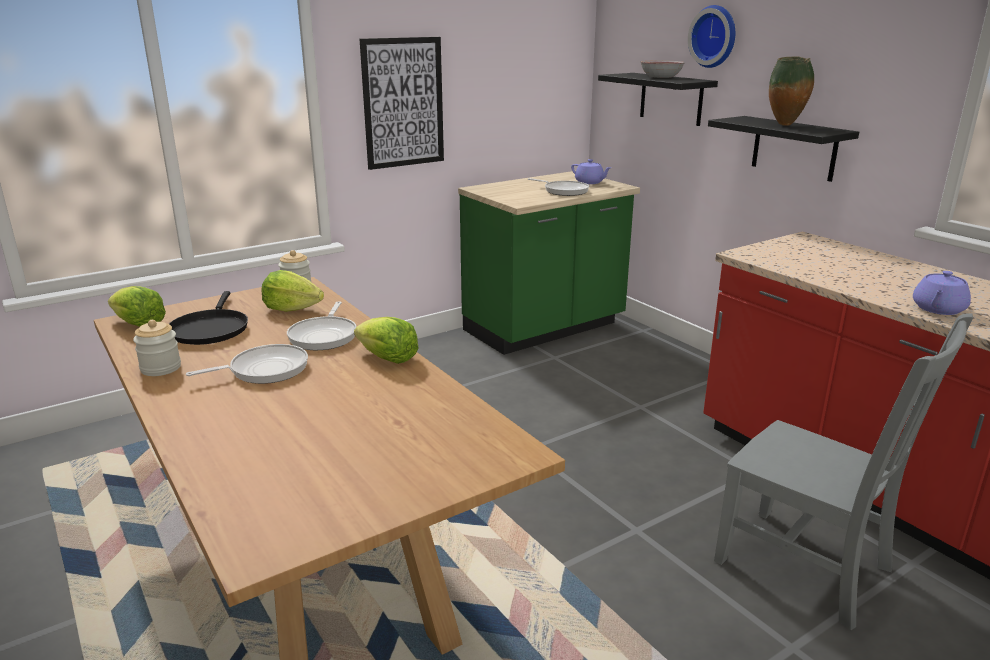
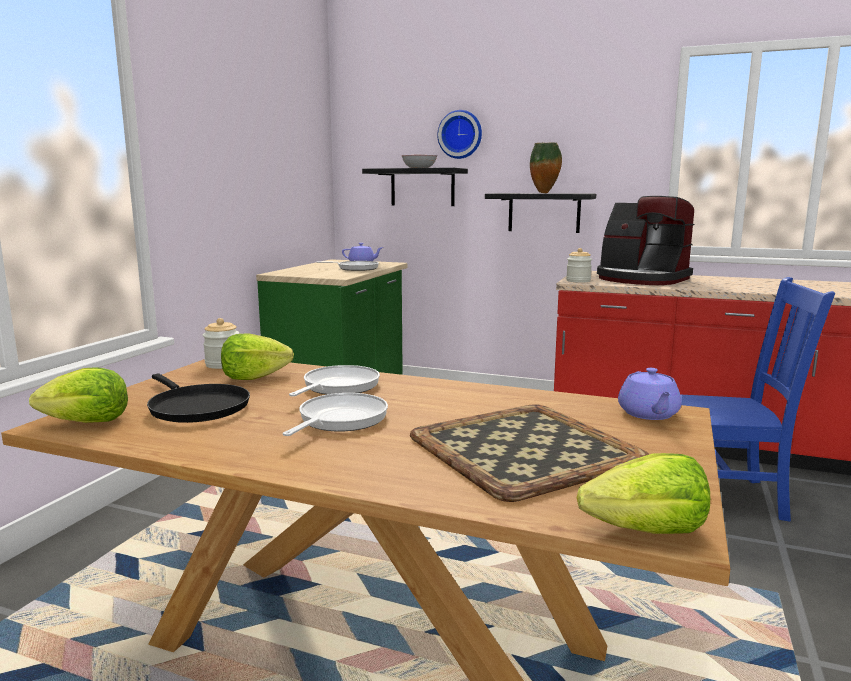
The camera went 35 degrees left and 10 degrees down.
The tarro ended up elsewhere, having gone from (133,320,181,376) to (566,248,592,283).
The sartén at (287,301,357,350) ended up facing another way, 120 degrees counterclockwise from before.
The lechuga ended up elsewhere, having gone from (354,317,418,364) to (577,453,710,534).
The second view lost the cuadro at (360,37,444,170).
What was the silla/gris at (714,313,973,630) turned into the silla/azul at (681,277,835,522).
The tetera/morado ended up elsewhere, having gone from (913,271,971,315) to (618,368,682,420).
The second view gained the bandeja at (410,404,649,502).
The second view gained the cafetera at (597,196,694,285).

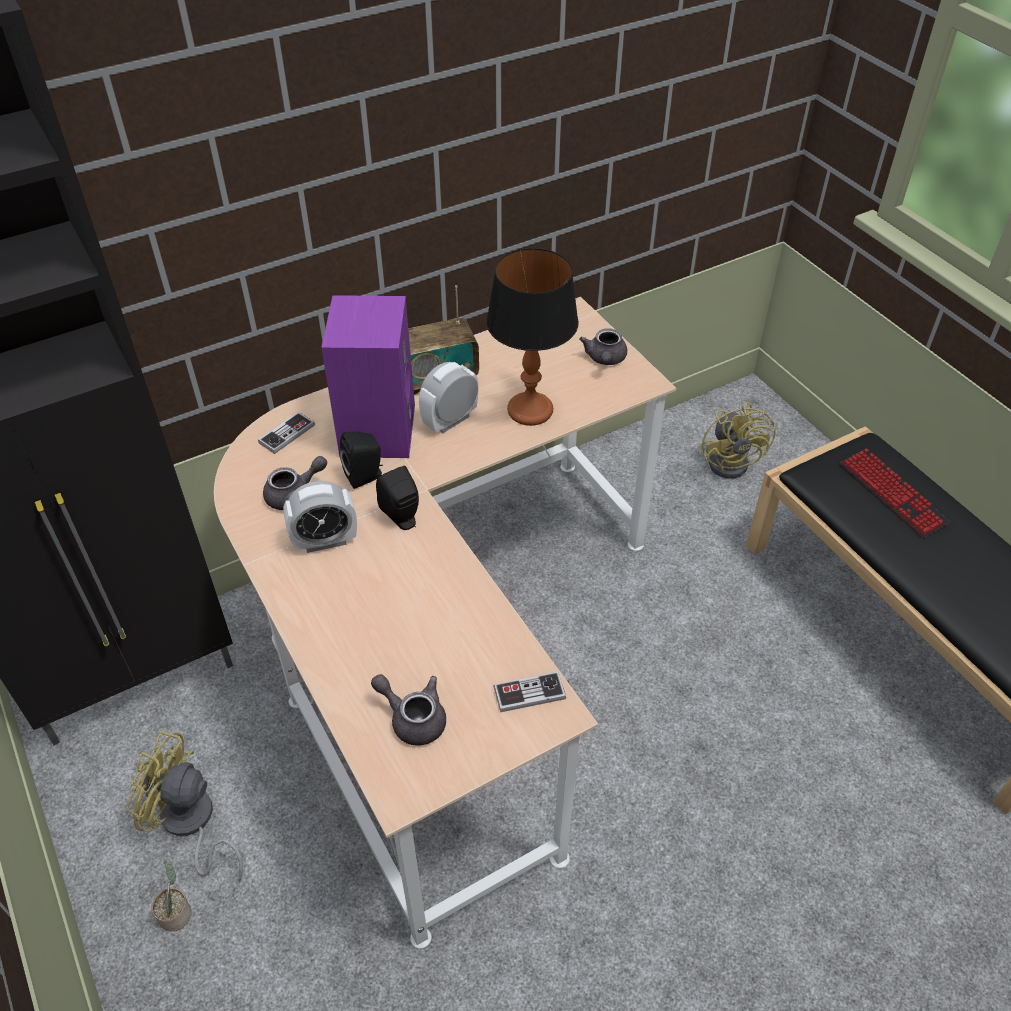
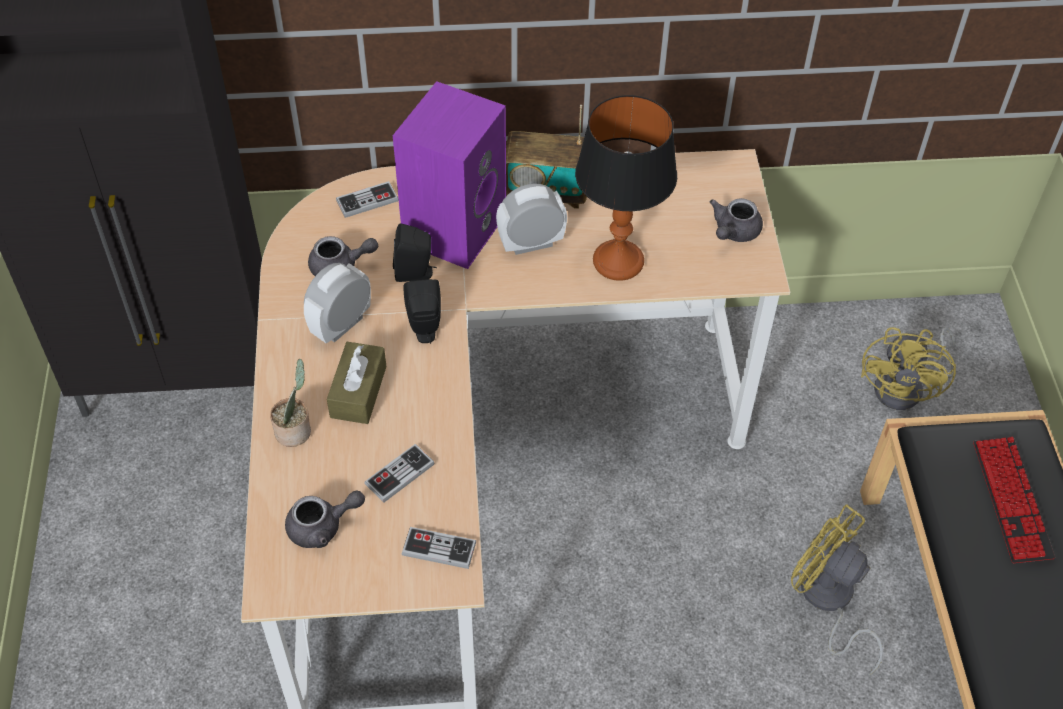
The camera went 25 degrees right and 5 degrees up.
The ventilador/amarillo ended up elsewhere, having gone from (127,731,243,881) to (791,504,883,675).
The planta en maceta ended up elsewhere, having gone from (152,859,192,932) to (270,359,311,447).
The despertador at (283,481,357,553) ended up facing another way, 120 degrees clockwise from before.
The tetera/gris at (371,674,446,746) ended up facing another way, 105 degrees clockwise from before.
The second view gained the caja de pañuelos/marrón at (327,342,386,424).
The second view gained the mando de consola at (365,444,434,502).

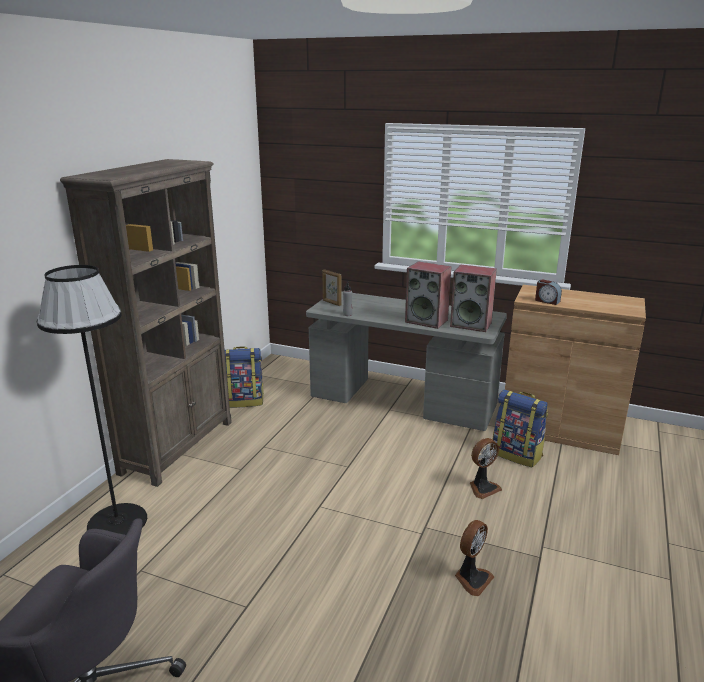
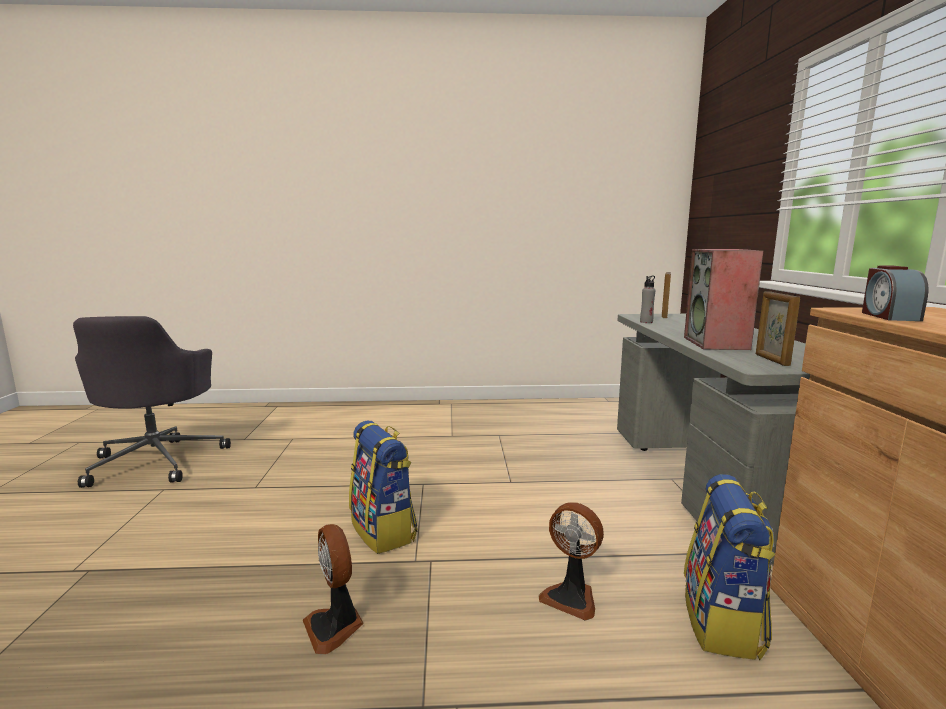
The camera went 65 degrees right and 10 degrees down.
The second view lost the lámpara de pie/negro at (37,265,147,535).
The second view lost the estantería/marrón at (60,159,232,487).
The mochila ended up elsewhere, having gone from (225,346,264,408) to (349,420,418,554).
Where the altavoz stood at (450,265,497,332), the portarretratos came to stand at (756,291,800,366).
The ventilador at (455,520,494,596) ended up facing another way, 45 degrees clockwise from before.

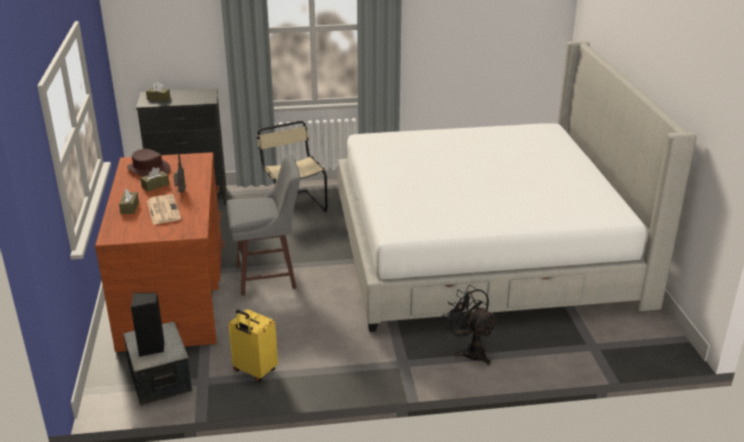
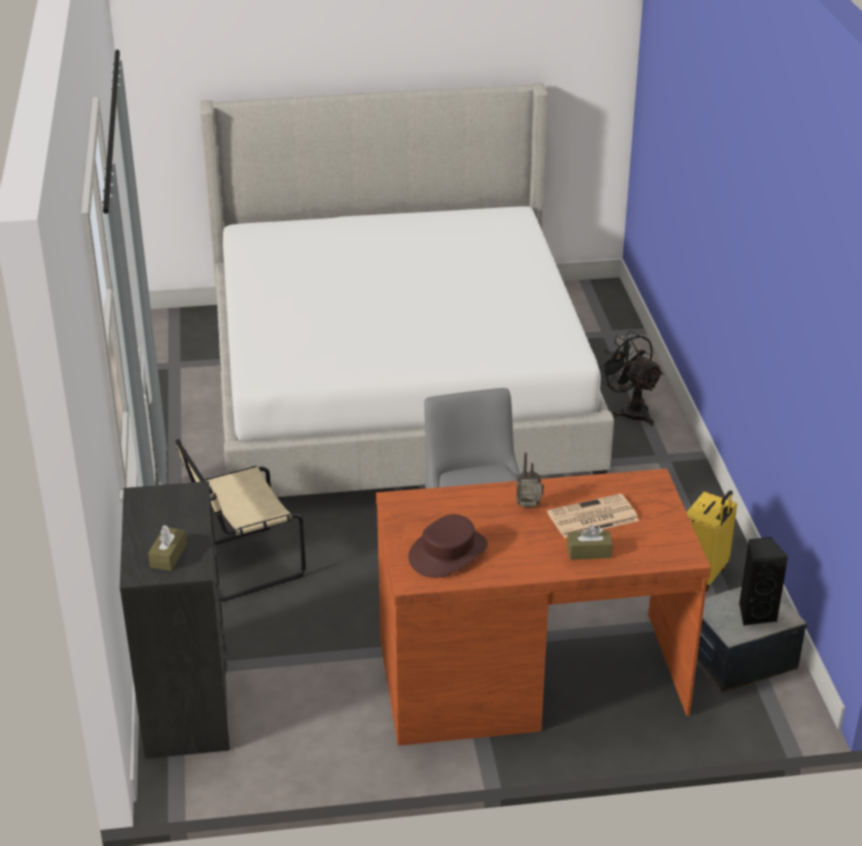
The camera went 90 degrees left and 5 degrees up.
The second view lost the caja de pañuelos/marrón at (140,167,169,191).
The ventilador/negro at (443,285,498,365) ended up facing another way, 90 degrees clockwise from before.

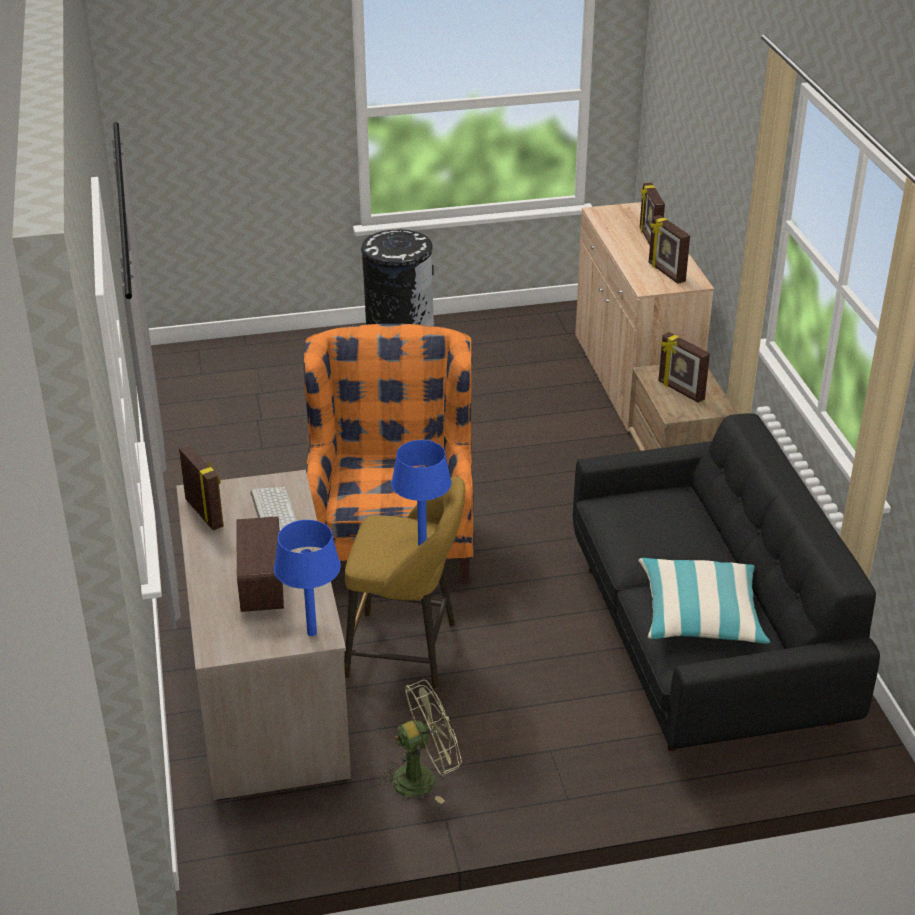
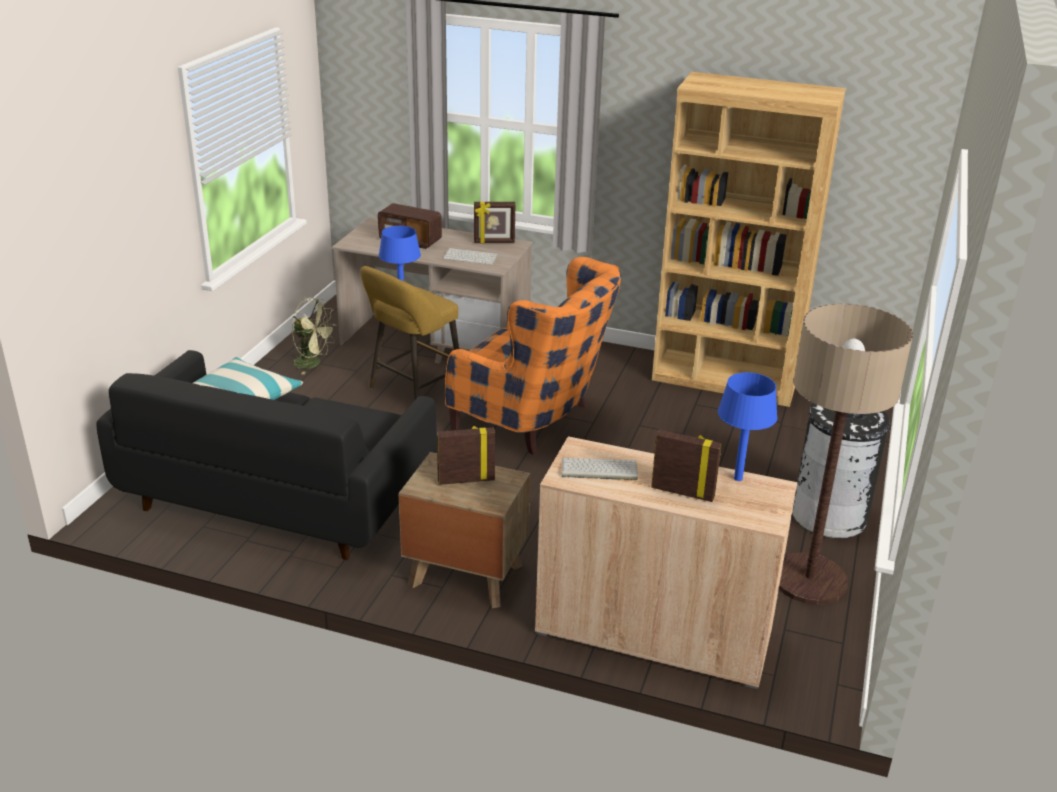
The camera went 120 degrees right and 5 degrees down.
The lámpara de mesa/azul ended up elsewhere, having gone from (274,520,341,636) to (718,372,778,481).
The ventilador/verde at (378,680,462,804) ended up facing another way, 75 degrees counterclockwise from before.
Where the portarretratos stood at (649,215,690,284), the teclado came to stand at (562,457,638,481).
The second view gained the estantería/marrón at (652,72,846,407).
The second view gained the lámpara de pie at (779,304,913,605).

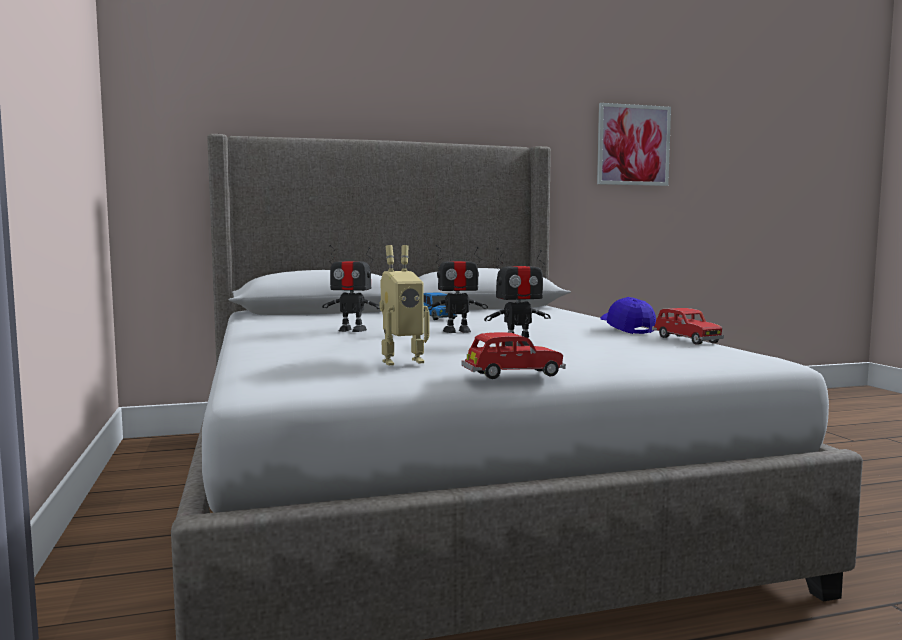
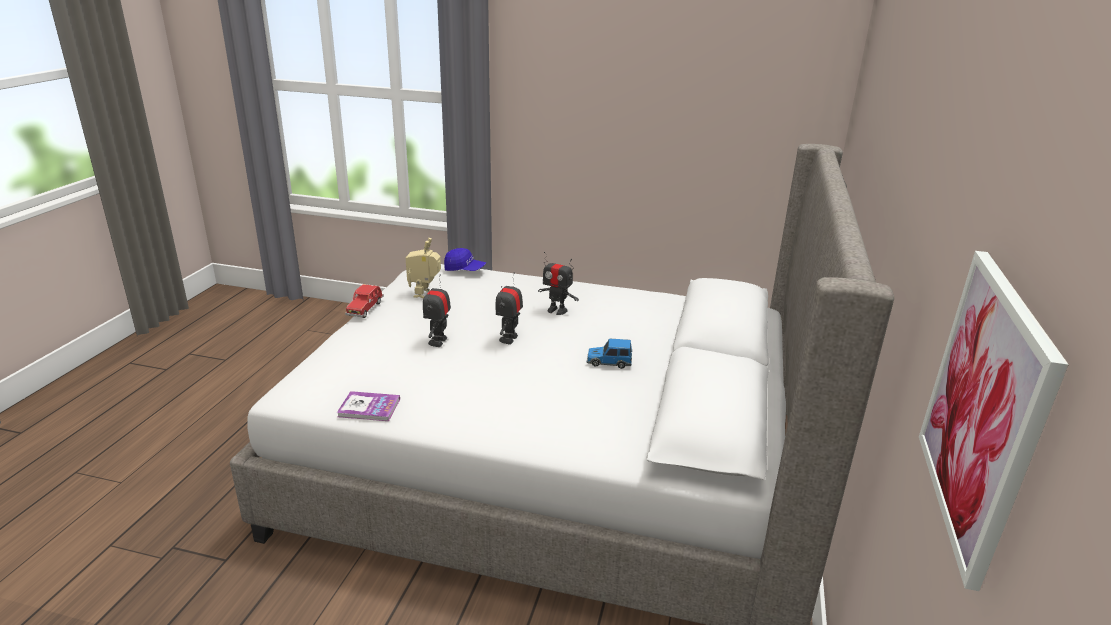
The camera went 120 degrees right and 20 degrees up.
The robot de juguete at (322,245,380,332) ended up facing another way, 105 degrees counterclockwise from before.
The gorra/azul ended up elsewhere, having gone from (600,297,656,334) to (444,248,486,271).
Where the coche de juguete/rojo stood at (652,308,724,345), the libro came to stand at (337,391,400,421).

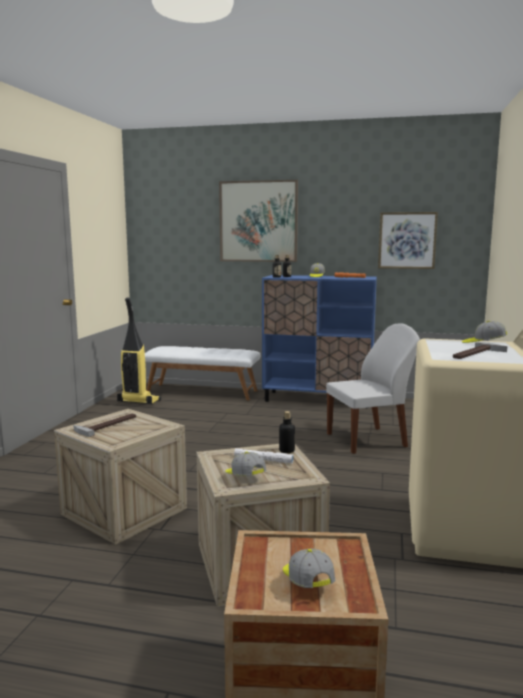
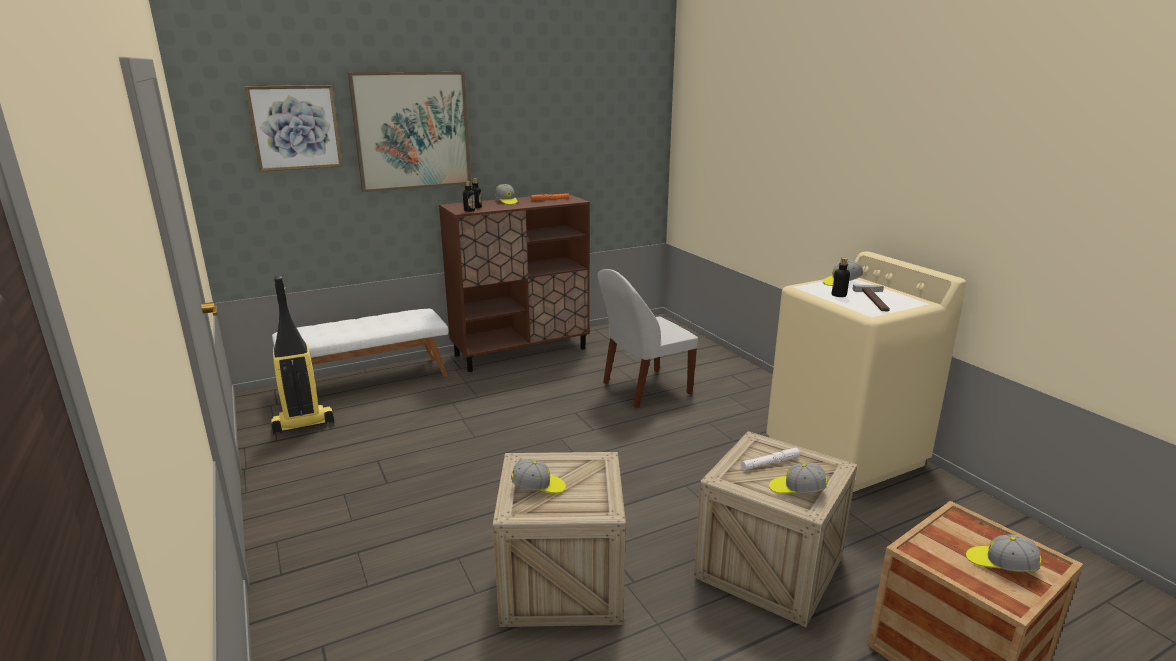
The camera went 40 degrees left and 10 degrees up.
Where the martillo stood at (73,413,136,437), the gorra came to stand at (511,459,566,493).
What was the armario/azul at (262,275,377,402) turned into the armario/marrón at (439,193,590,372).
The botella ended up elsewhere, having gone from (279,411,295,453) to (832,258,850,297).
The silla/blanco at (326,324,420,454) ended up facing another way, 150 degrees counterclockwise from before.
The cuadro ended up elsewhere, having gone from (378,212,438,269) to (245,85,343,172).

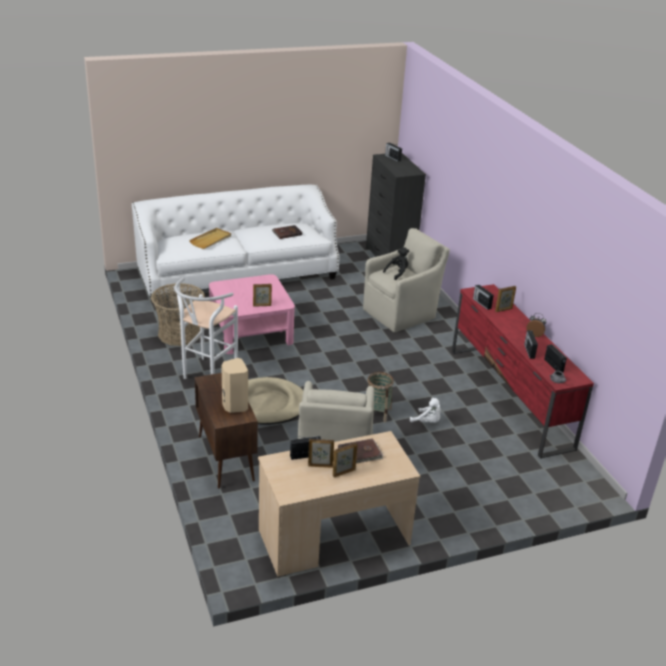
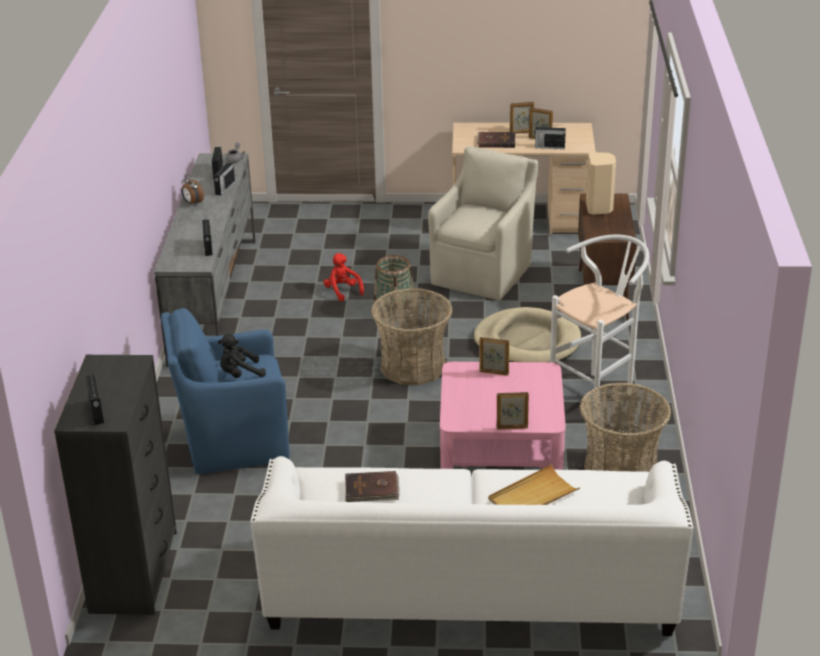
The camera went 155 degrees left and 0 degrees up.
What was the sillón/beis at (363,228,450,332) turned into the sillón/azul at (161,308,290,474).
What was the peluche/blanco at (410,398,441,423) turned into the peluche/rojo at (323,253,364,301).
What was the mueble de televisión/rojo at (452,284,594,459) turned into the mueble de televisión/gris at (154,154,256,367).
The portarretratos ended up elsewhere, having gone from (495,286,516,312) to (497,392,529,429).
The second view gained the cesta at (371,288,453,385).

